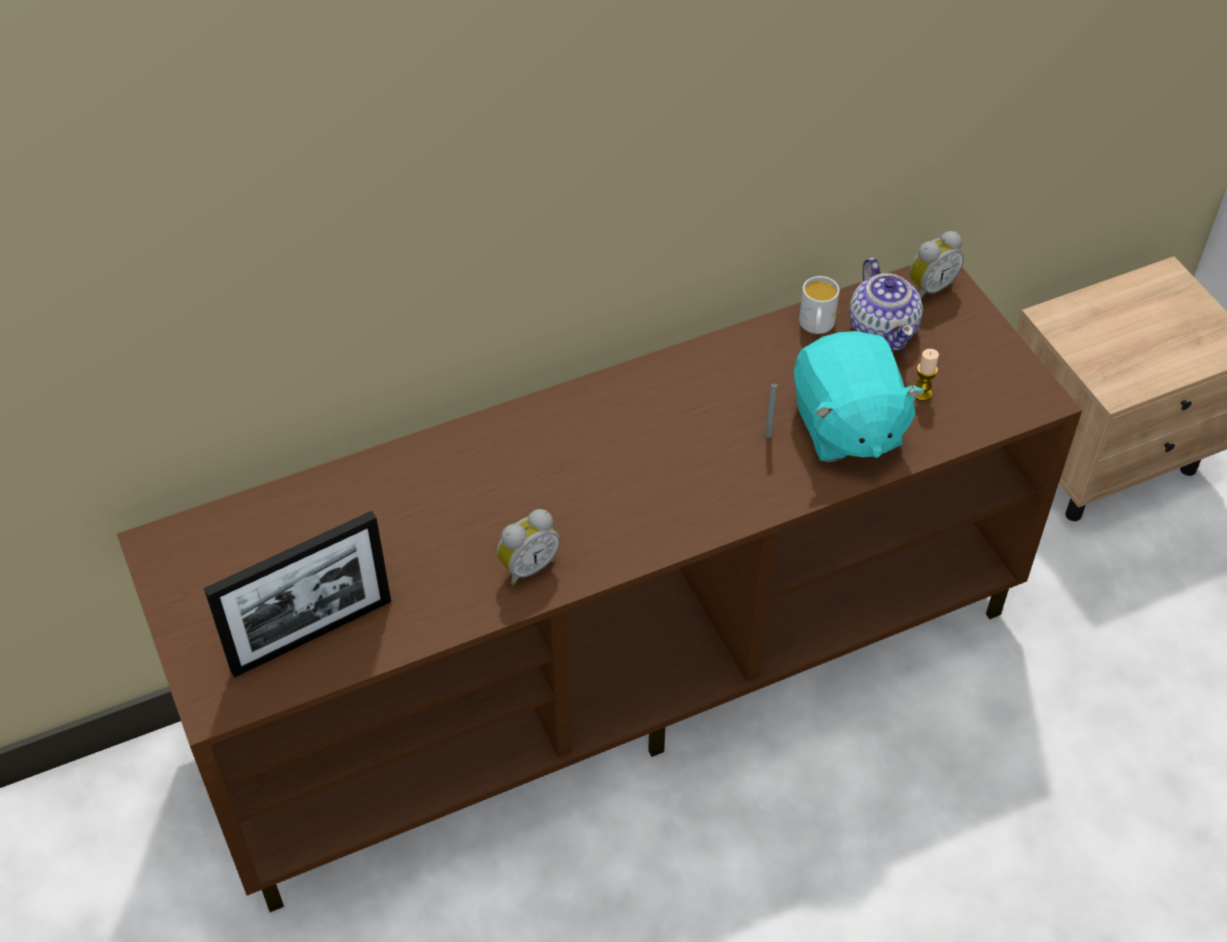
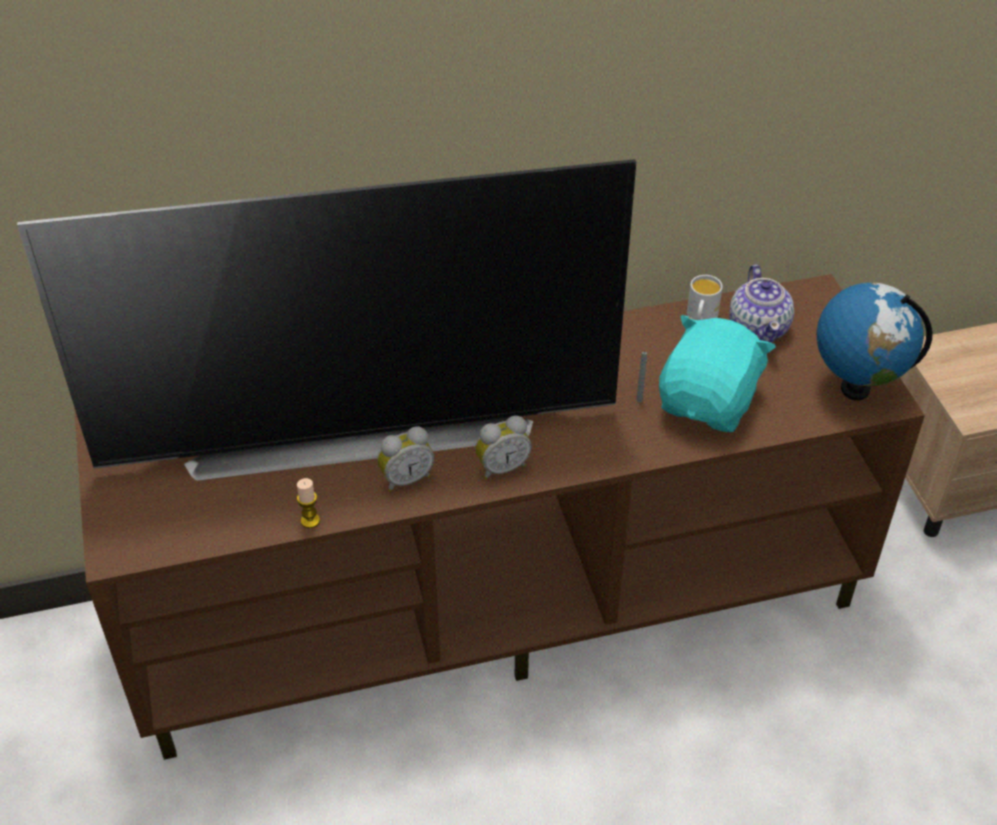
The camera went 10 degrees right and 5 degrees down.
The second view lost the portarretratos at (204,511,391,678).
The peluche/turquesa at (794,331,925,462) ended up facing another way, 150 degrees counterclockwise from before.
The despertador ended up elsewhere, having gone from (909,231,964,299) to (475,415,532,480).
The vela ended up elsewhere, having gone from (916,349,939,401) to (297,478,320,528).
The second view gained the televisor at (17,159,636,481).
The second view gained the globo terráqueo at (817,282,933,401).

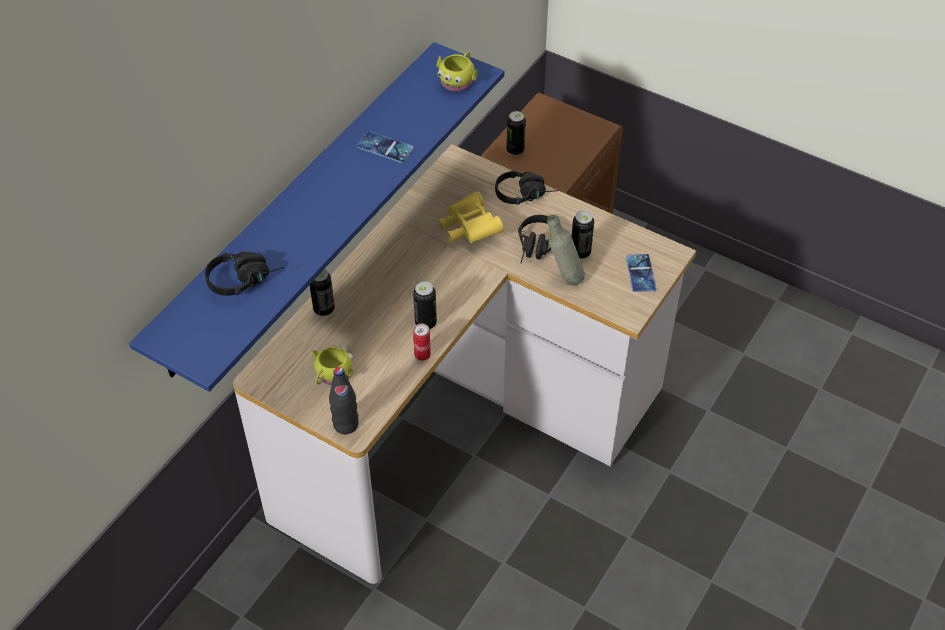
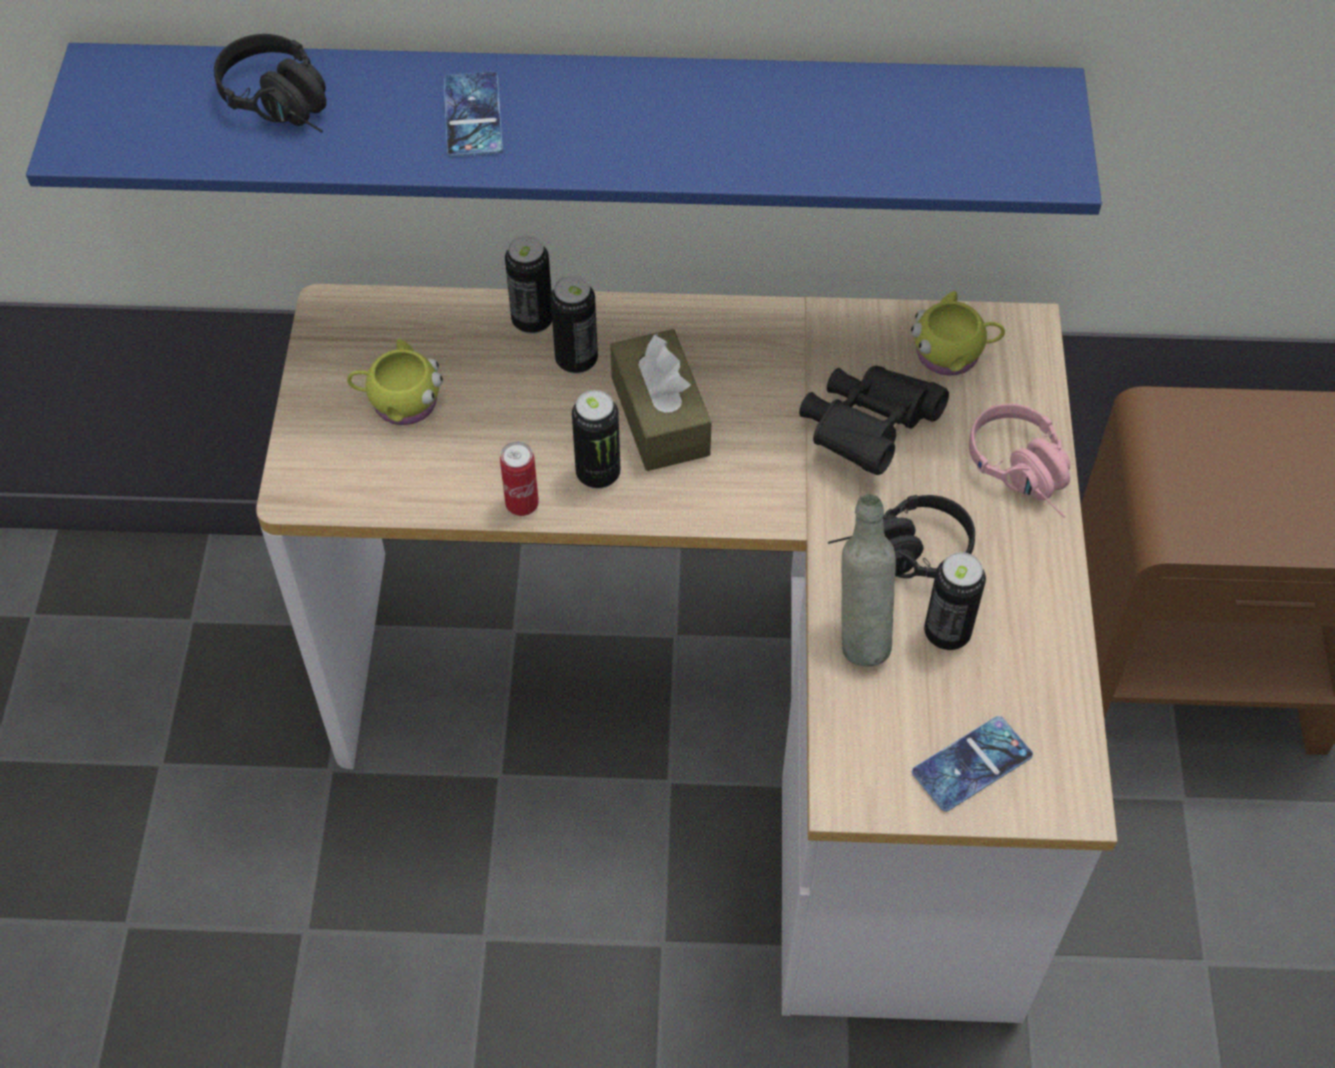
The camera went 60 degrees right and 5 degrees up.
The second view lost the botella/negro at (329,367,359,434).
The móvil ended up elsewhere, having gone from (357,131,414,163) to (444,72,503,157).
The taza grande/amarillo ended up elsewhere, having gone from (437,52,478,92) to (911,291,1005,375).
What was the prismáticos/amarillo at (438,191,504,244) turned into the prismáticos/negro at (799,366,949,475).
What was the auriculares/negro at (495,171,559,205) turned into the auriculares/rosa at (969,403,1070,518).
The lata ended up elsewhere, having gone from (506,111,526,156) to (550,275,598,374).
The second view gained the caja de pañuelos/marrón at (610,329,712,471).

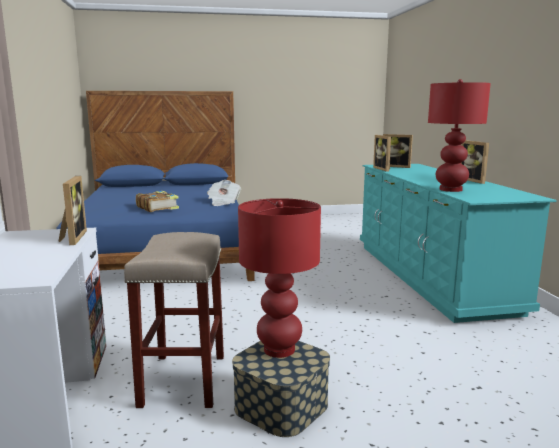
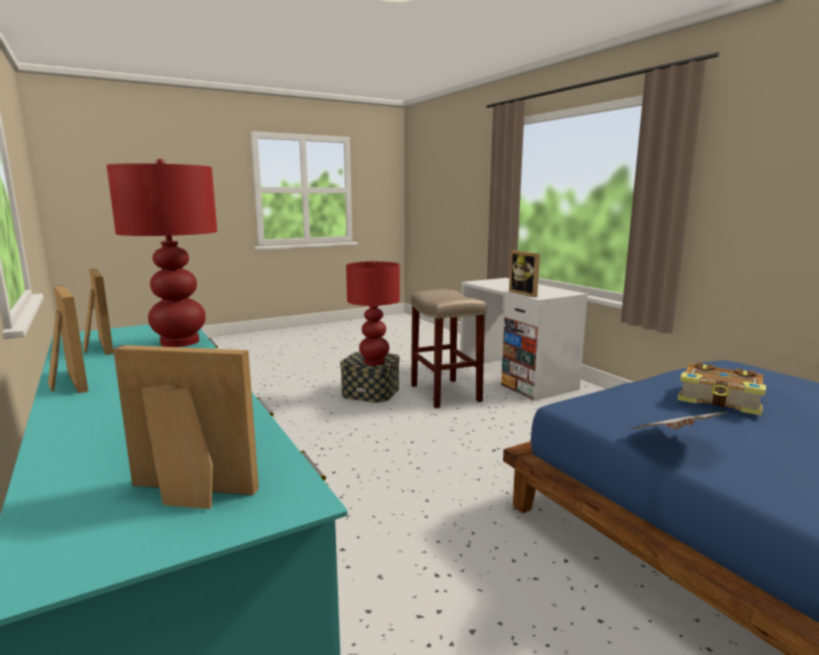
The camera went 160 degrees right and 0 degrees up.
The portarretratos ended up elsewhere, having gone from (373,135,391,172) to (83,269,114,355).

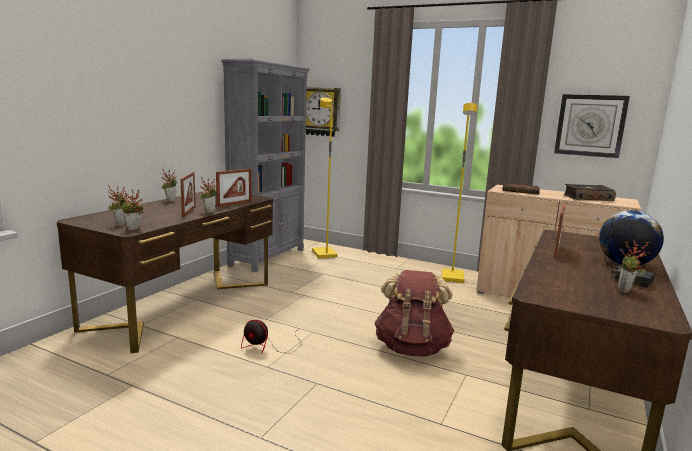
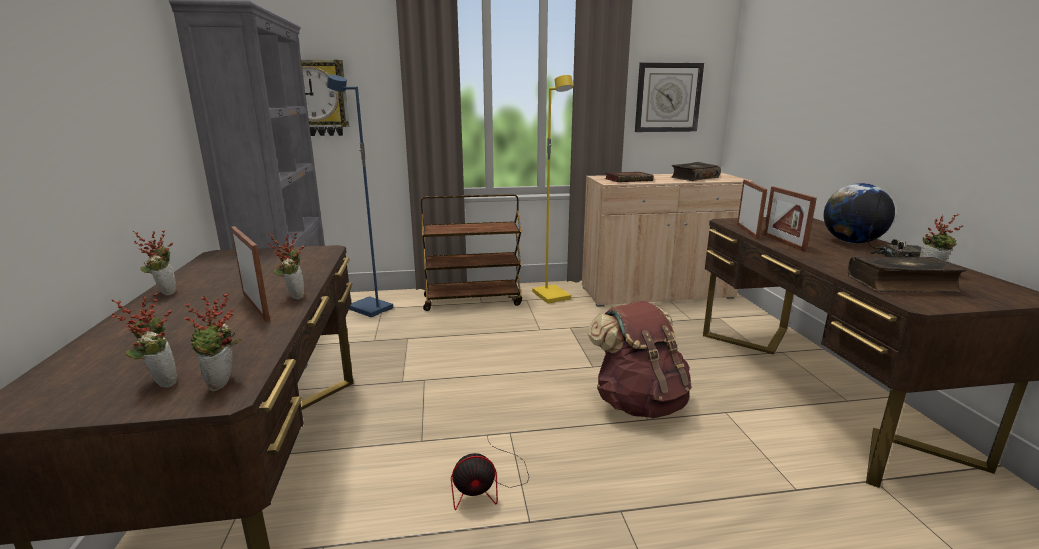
The camera went 35 degrees left and 5 degrees up.
The portarretratos ended up elsewhere, having gone from (216,169,251,207) to (737,180,767,239).
What was the lámpara de pie/amarillo at (312,98,337,259) turned into the lámpara de pie/azul at (327,75,393,317).
The second view gained the carrito/marrón at (421,194,522,311).
The second view gained the libro at (848,256,967,292).

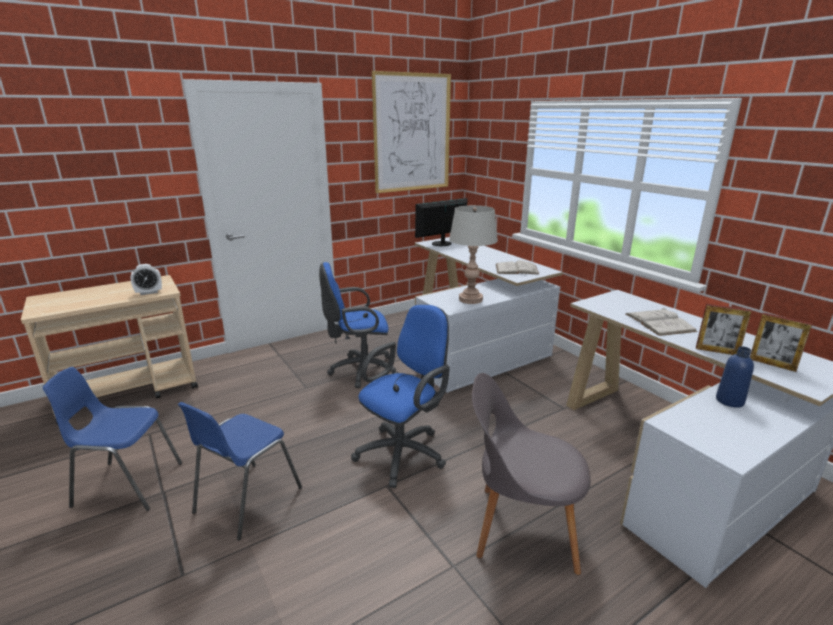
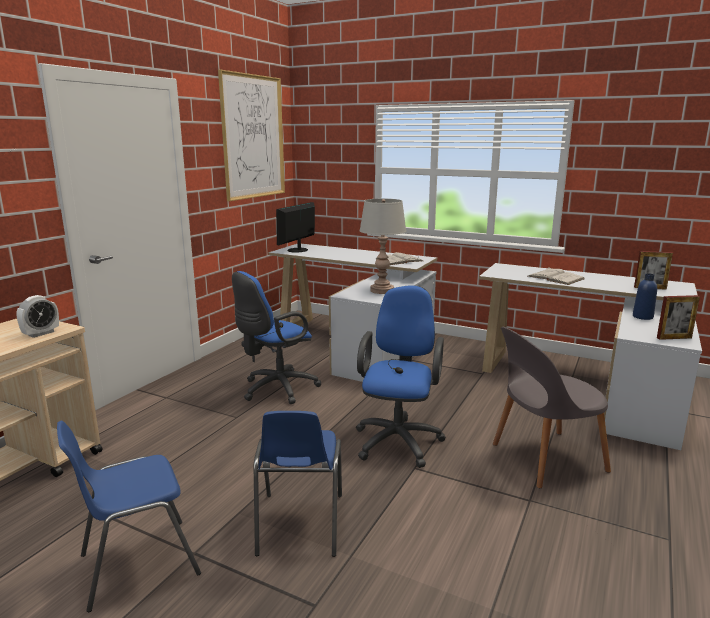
The camera went 30 degrees left and 5 degrees down.
The portarretratos ended up elsewhere, having gone from (696,304,752,355) to (657,295,700,340).

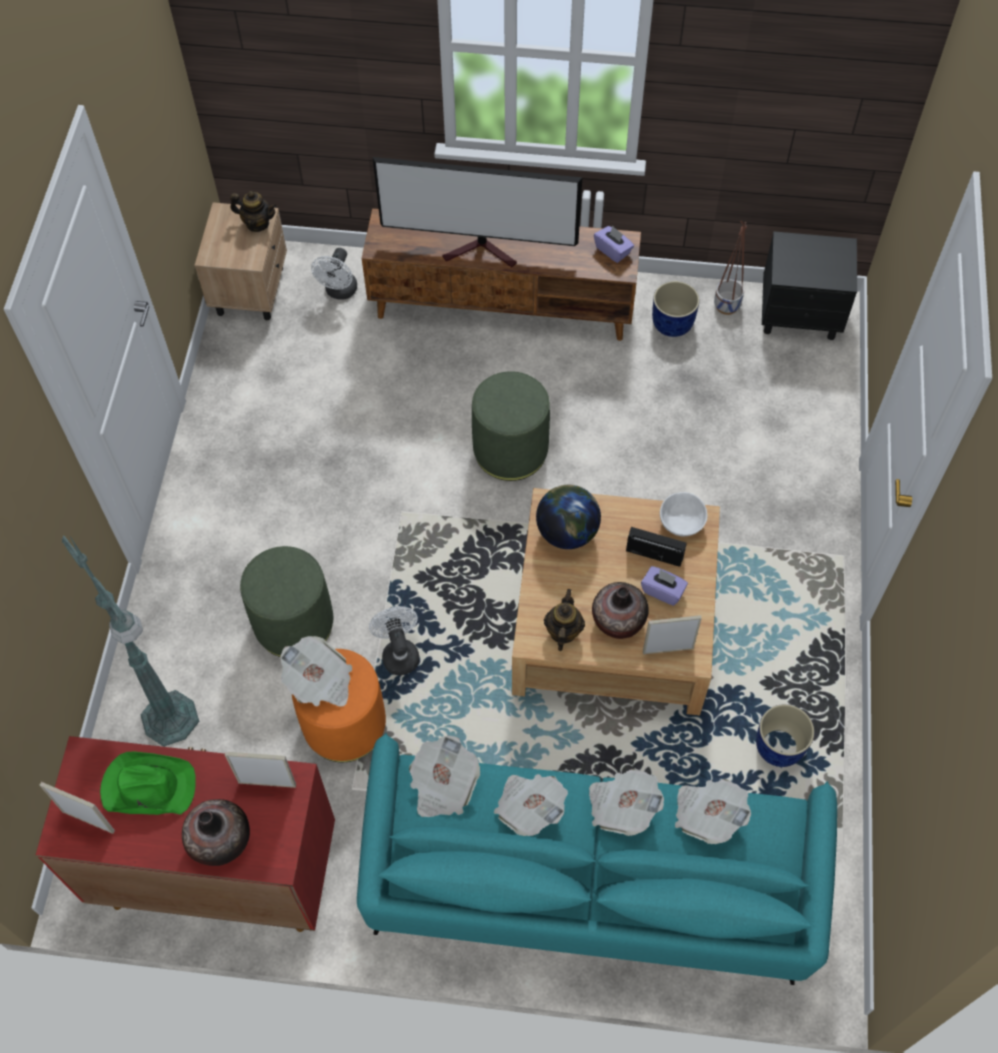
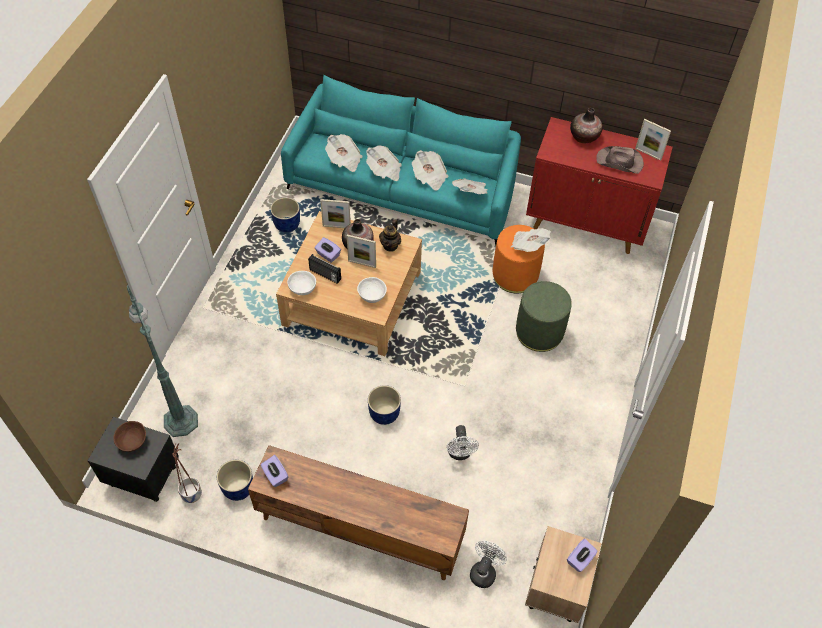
The camera went 170 degrees left and 5 degrees down.
The lámpara de pie/verde ended up elsewhere, having gone from (62,536,200,747) to (127,284,198,437).
What was the sombrero/verde at (100,751,196,815) turned into the sombrero/marrón at (596,146,644,174).
The portarretratos ended up elsewhere, having gone from (225,752,296,788) to (347,234,376,268).
The second view lost the tetera at (230,191,277,232).
The ventilador/blanco ended up elsewhere, having gone from (369,606,419,675) to (447,425,479,460).
The second view lost the televisor at (373,157,582,267).
Where the puf/verde stood at (472,371,550,481), the maceta/azul came to stand at (368,385,401,425).
Where the globo terráqueo stood at (536,485,601,549), the cuenco/blanco came to stand at (357,277,387,303).
The second view gained the cuenco/marrón at (113,421,146,452).
The second view gained the caja de pañuelos/morado at (567,539,598,572).

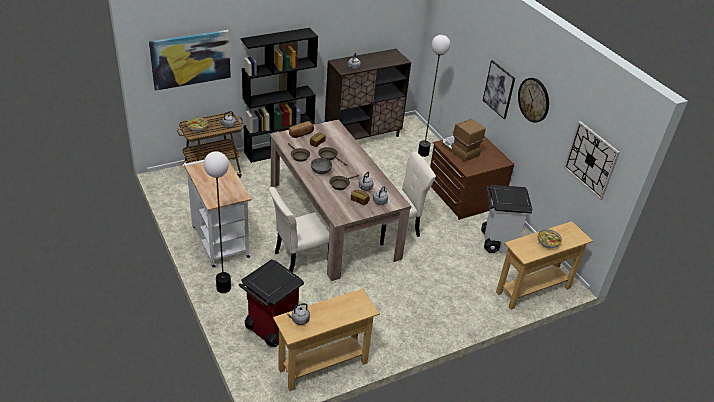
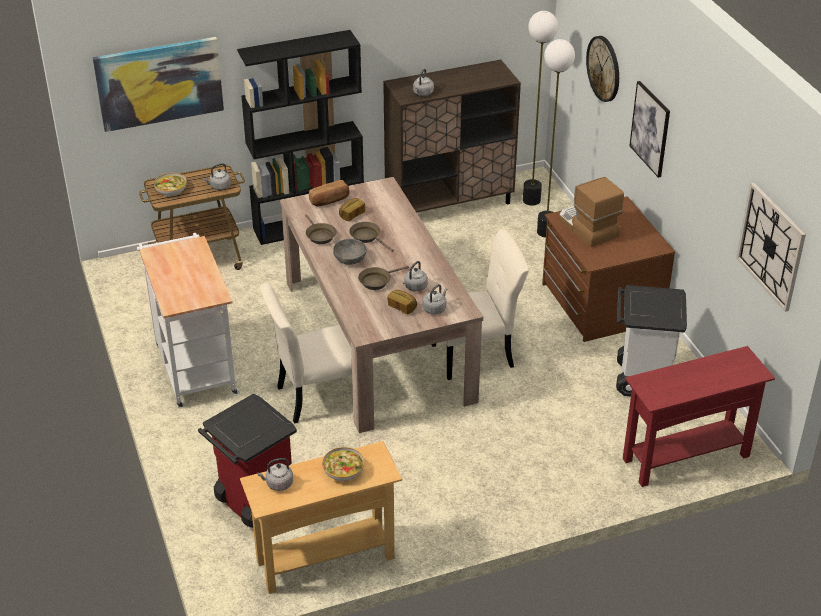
The camera went 10 degrees right and 0 degrees up.
The lámpara de pie ended up elsewhere, having gone from (203,151,231,293) to (523,11,558,206).
What was the mesa consola/beis at (496,221,593,310) turned into the mesa consola/rojo at (623,346,775,487).
The reloj de pared ended up elsewhere, having gone from (518,78,549,123) to (586,36,619,102).
The cuenco ended up elsewhere, having gone from (538,229,562,248) to (322,447,364,481).

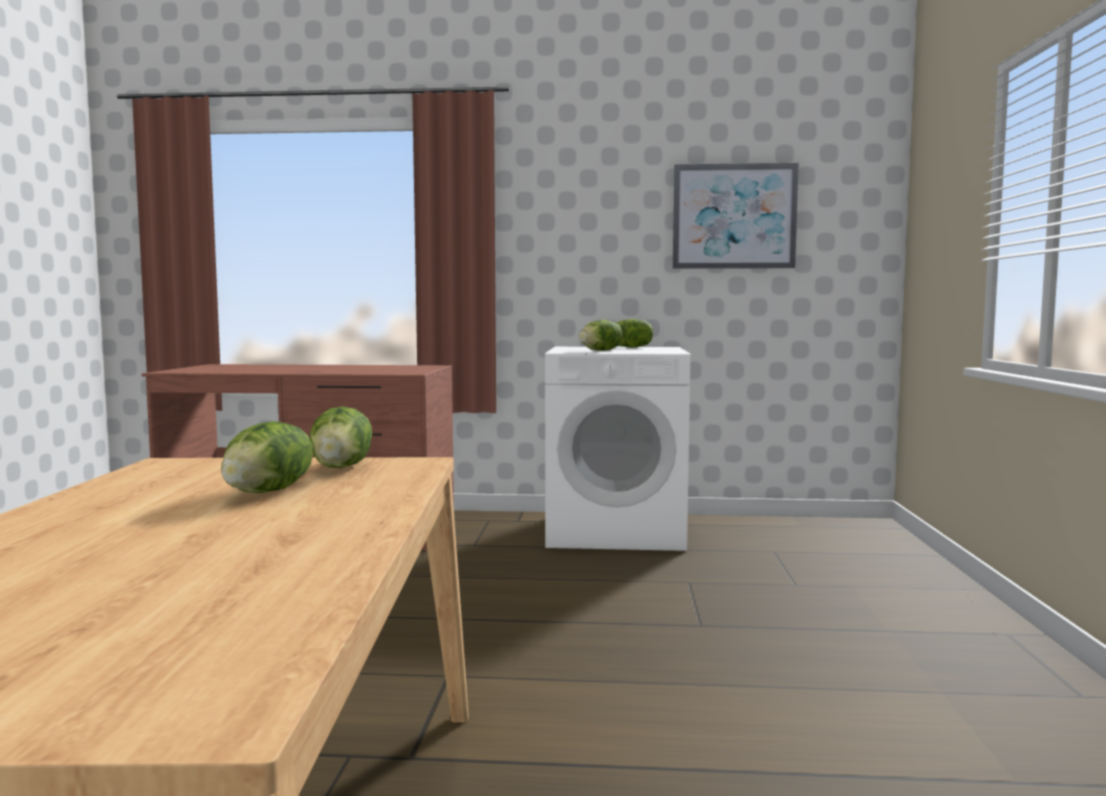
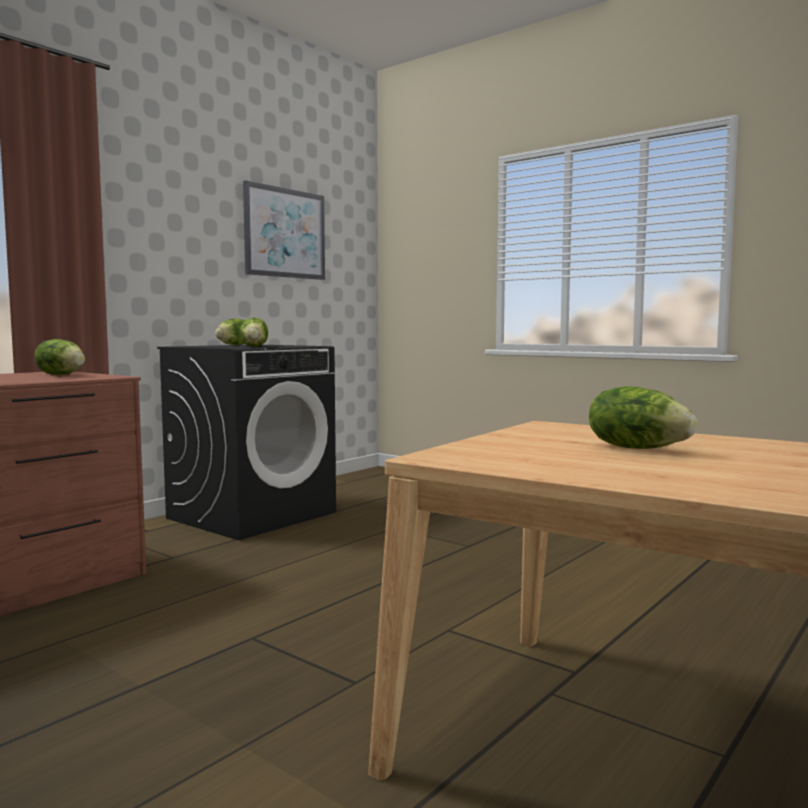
The camera went 55 degrees left and 0 degrees up.
The lechuga ended up elsewhere, having gone from (310,406,372,468) to (34,339,85,375).
What was the lavadora/blanco at (545,347,690,551) turned into the lavadora/negro at (157,345,336,540).

